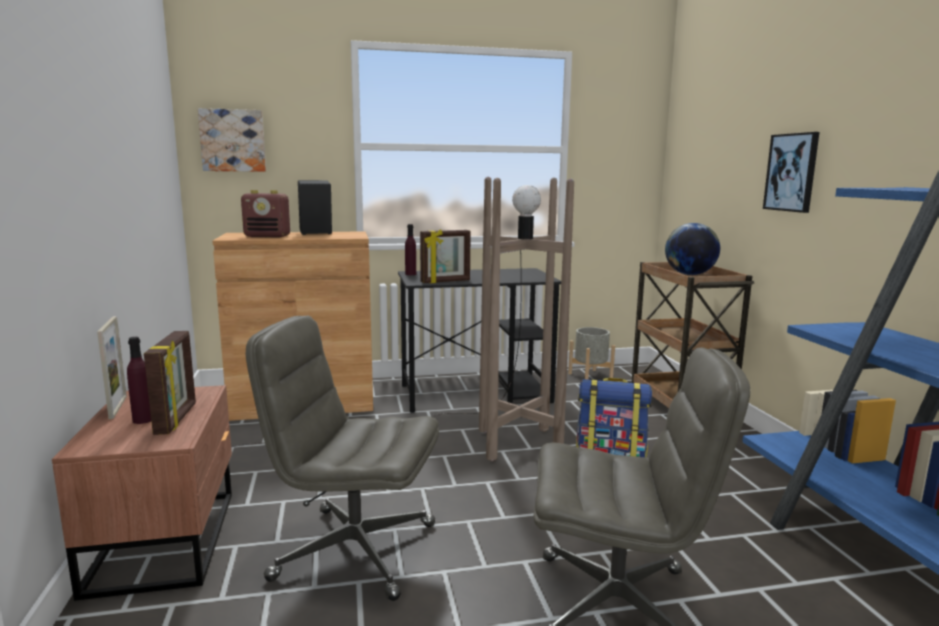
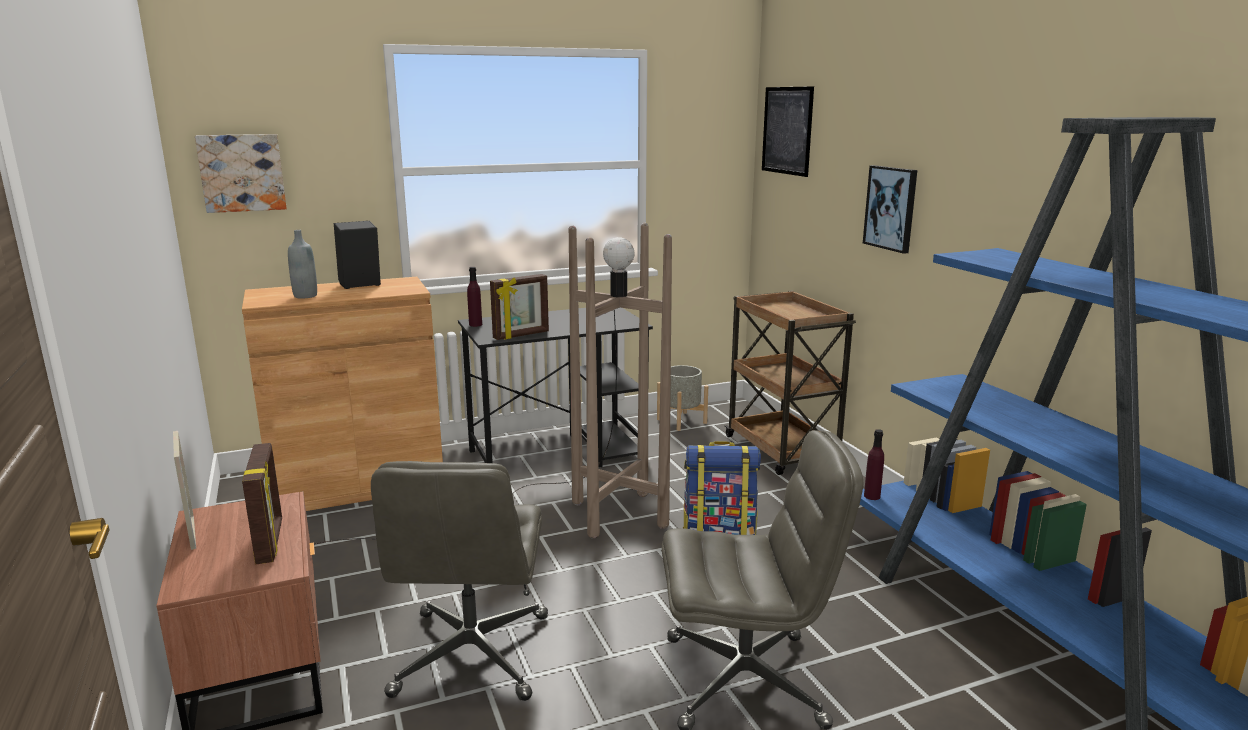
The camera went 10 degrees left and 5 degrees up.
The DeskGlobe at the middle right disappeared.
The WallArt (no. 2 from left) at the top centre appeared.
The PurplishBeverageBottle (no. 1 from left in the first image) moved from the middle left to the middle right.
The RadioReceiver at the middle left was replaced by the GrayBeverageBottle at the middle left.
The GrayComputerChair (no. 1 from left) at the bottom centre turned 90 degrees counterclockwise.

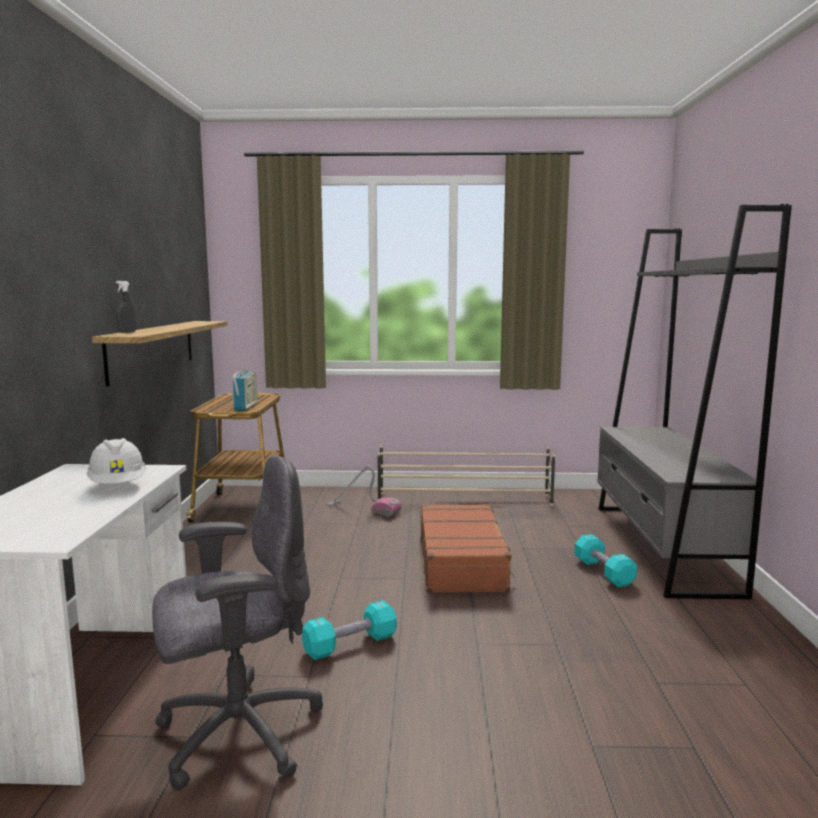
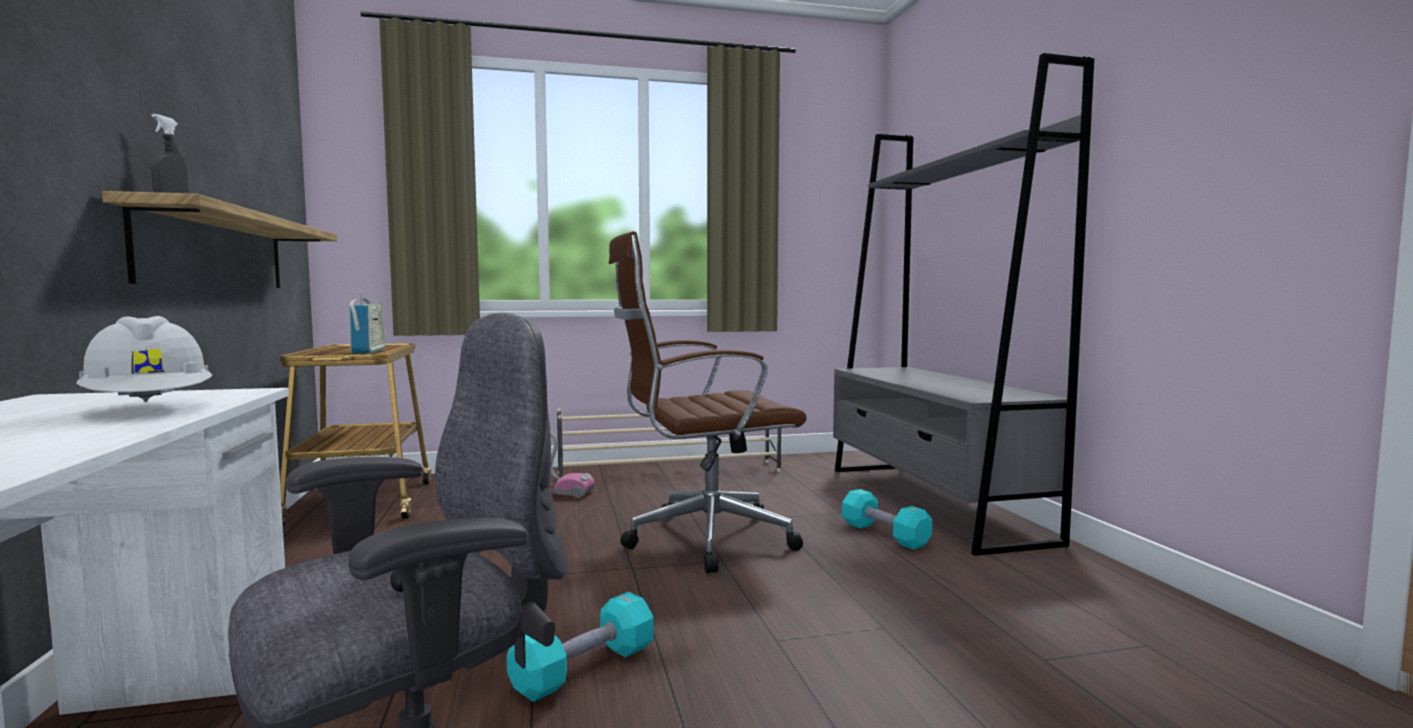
The camera went 15 degrees left and 5 degrees down.
The BrownColouredPieceOfLuggage at the bottom centre was replaced by the BrownColouredComputerChair at the centre.

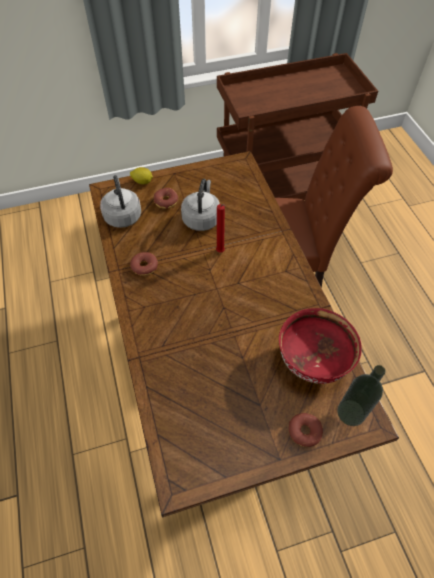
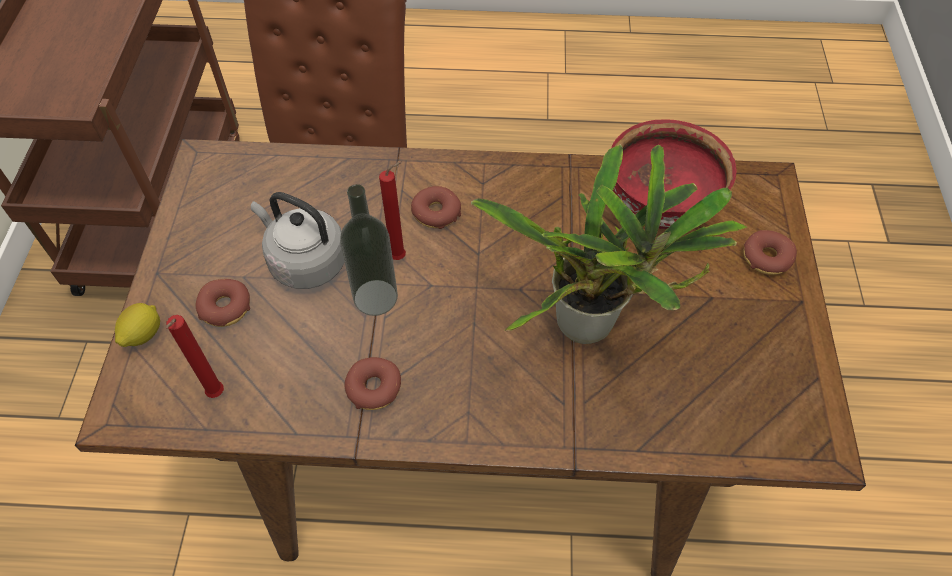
The camera went 70 degrees left and 0 degrees up.
The RingDoughnut (no. 3 from left) at the centre appeared.
The PottedPlant at the centre appeared.
The BeverageBottle moved from the bottom right to the centre.
The GrayWaterKettle (no. 1 from left) at the middle left was replaced by the RedWaxLight (no. 1 from left) at the middle left.

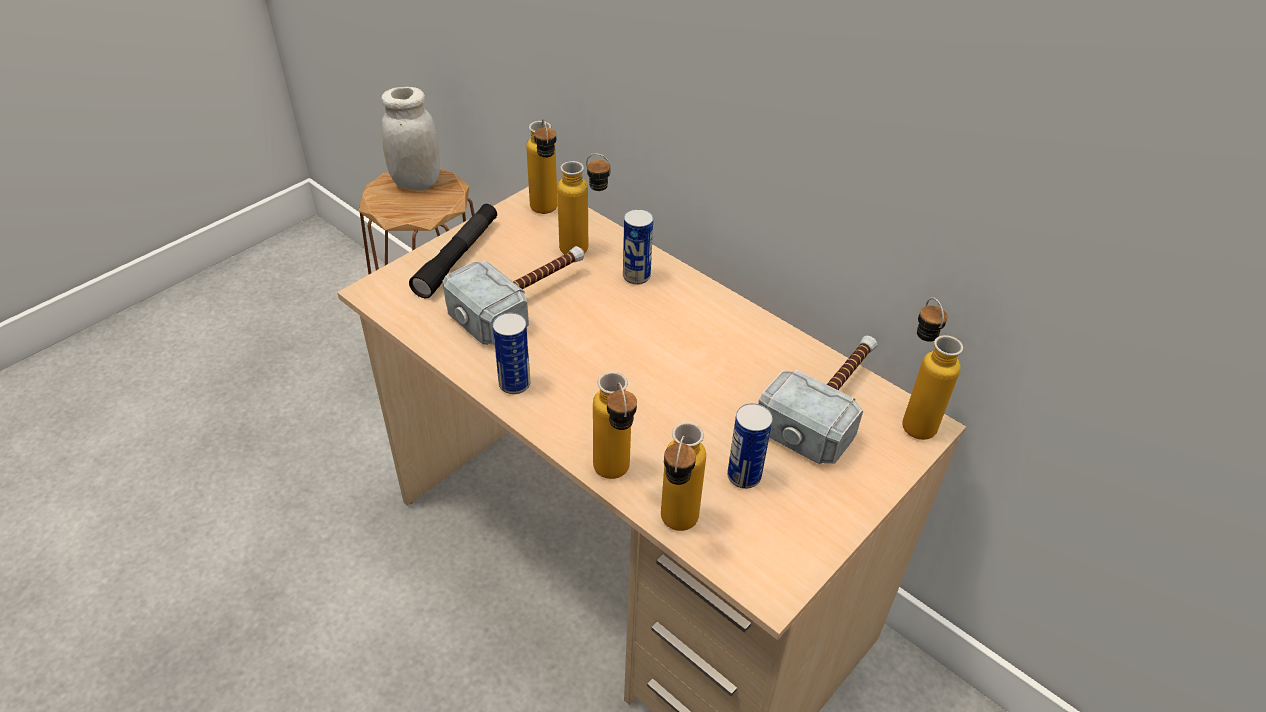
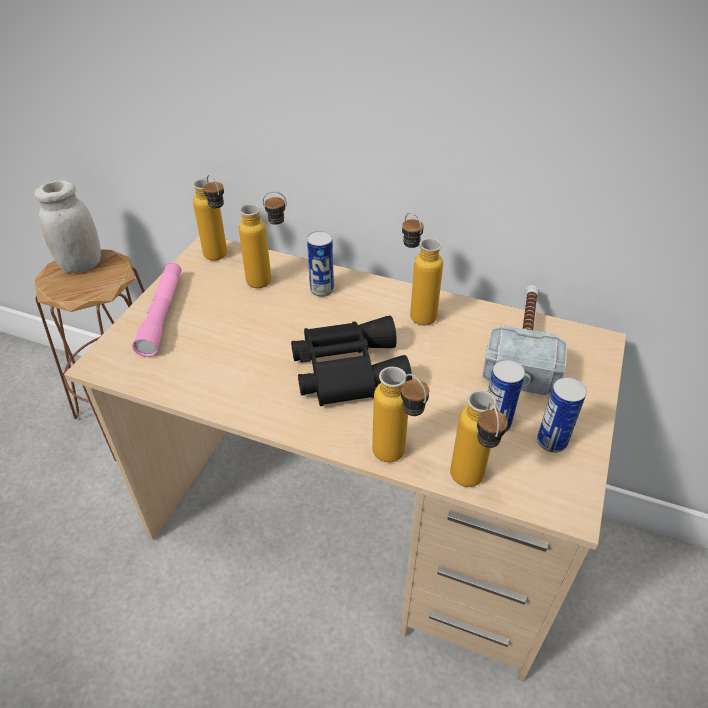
The camera went 20 degrees left and 0 degrees up.
The HandHammer (no. 1 from left) at the centre disappeared.
The BlackColouredFieldGlasses at the centre appeared.
The Can (no. 1 from left in the first image) moved from the centre to the middle right.
The BeverageBottle (no. 5 from left in the first image) moved from the middle right to the centre.
The BlackColouredFlashlight at the centre became the PinkColouredFlashlight at the middle left.

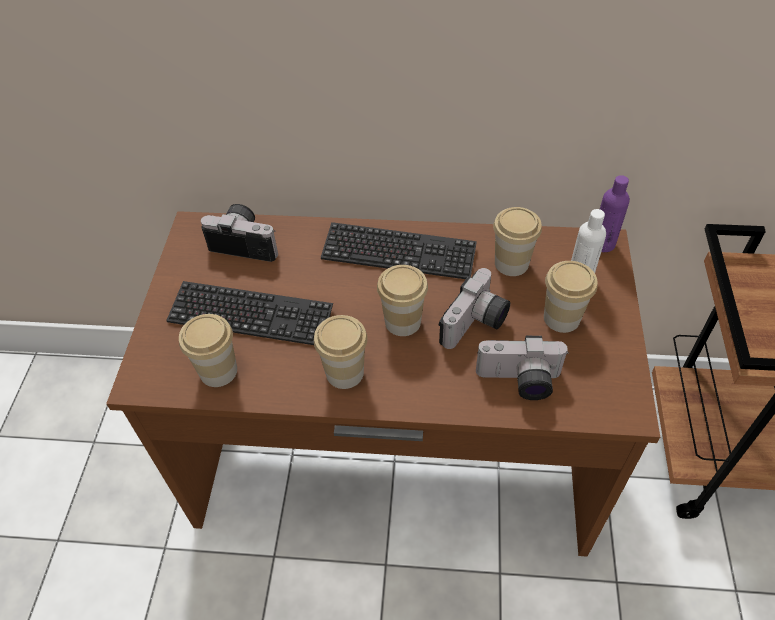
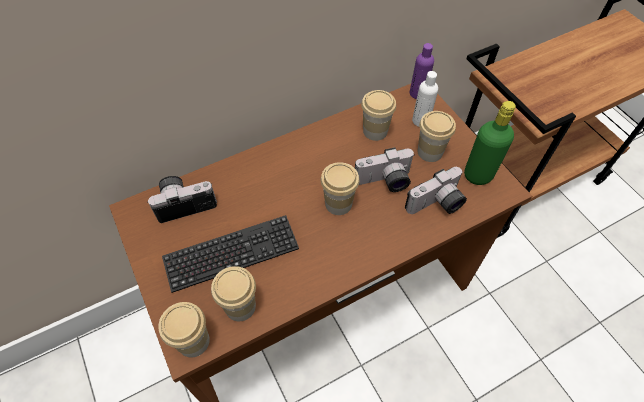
The camera went 35 degrees left and 5 degrees up.
The PcKeyboard (no. 2 from left) at the centre disappeared.
The GreenBeverageBottle at the middle right appeared.
The DrinkingCup (no. 2 from left in the first image) moved from the centre to the bottom left.
The PhotoCamera (no. 2 from left) at the centre turned 75 degrees clockwise.

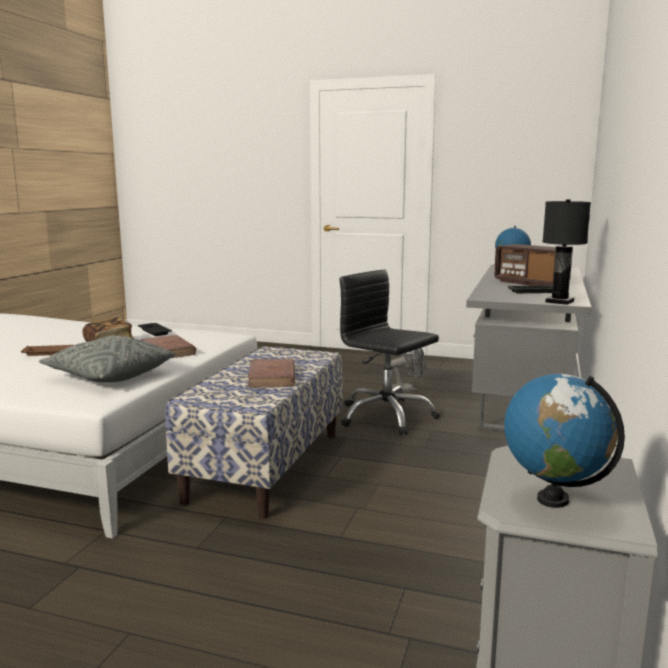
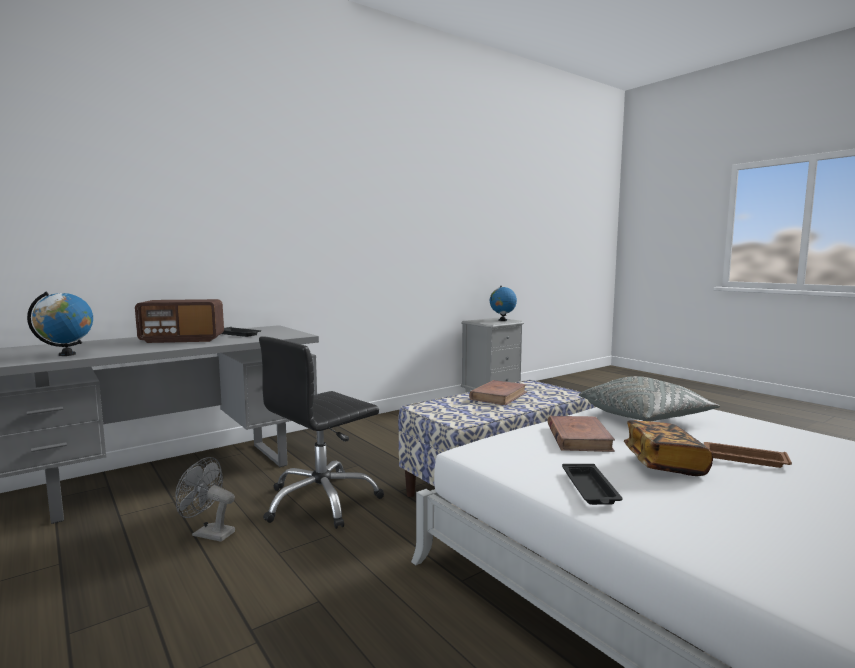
The camera went 145 degrees left and 5 degrees down.
The BlackColouredTableLamp at the middle right disappeared.
The BlackColouredComputerChair at the centre turned 60 degrees clockwise.
The RadioReceiver at the middle right turned 90 degrees clockwise.

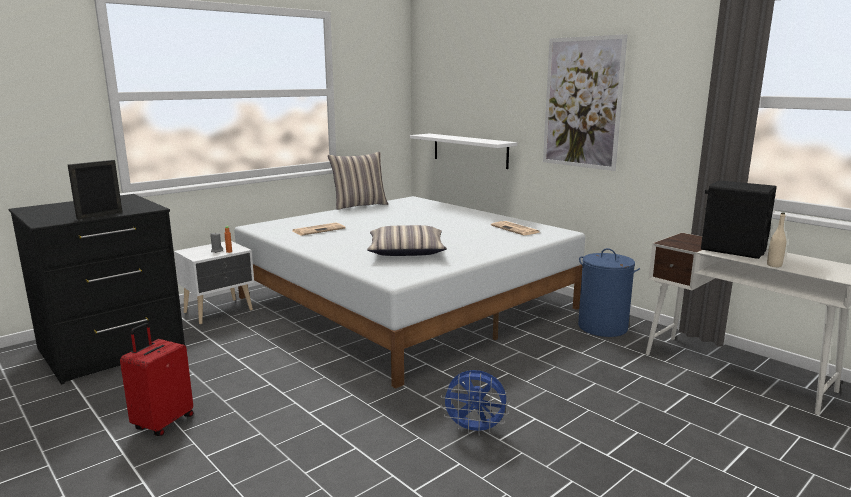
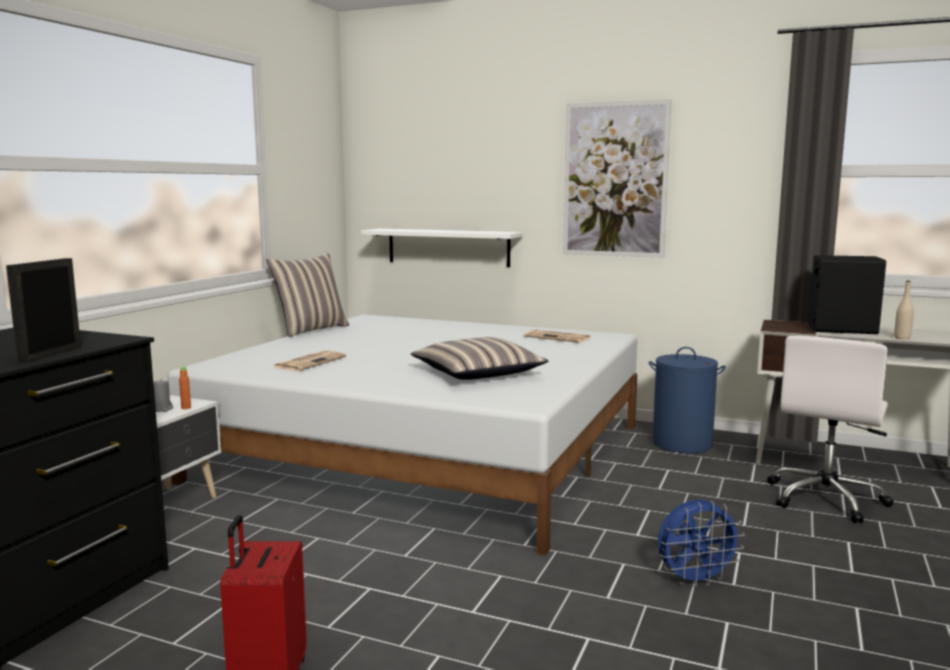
The camera went 25 degrees left and 5 degrees down.
The WhiteColouredComputerChair at the middle right appeared.

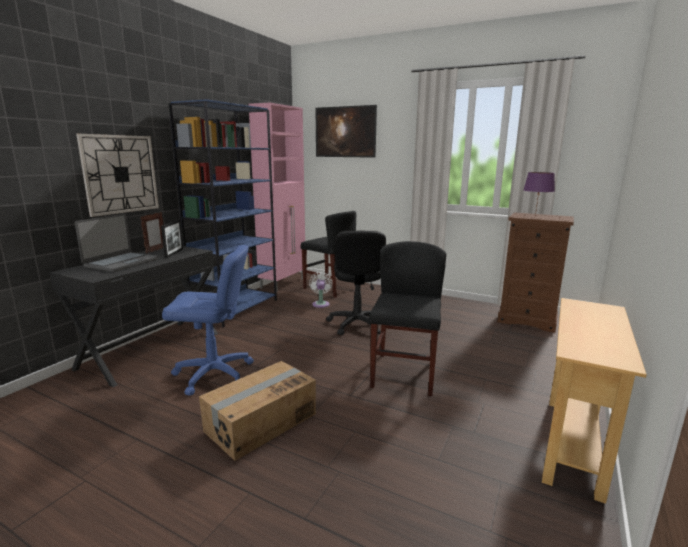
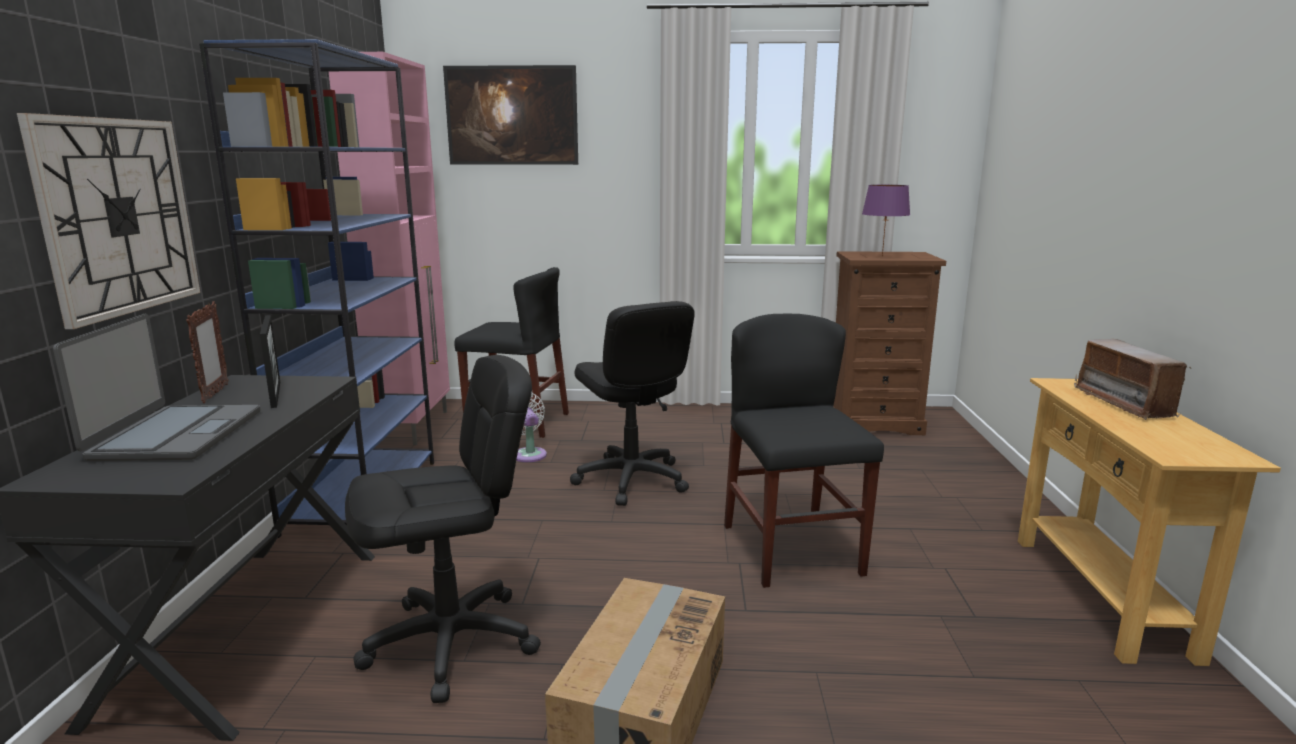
The camera went 25 degrees left and 0 degrees up.
The RadioReceiver at the middle right appeared.
The BluishComputerChair at the middle left became the BlackColouredComputerChair (no. 1 from left) at the bottom centre.

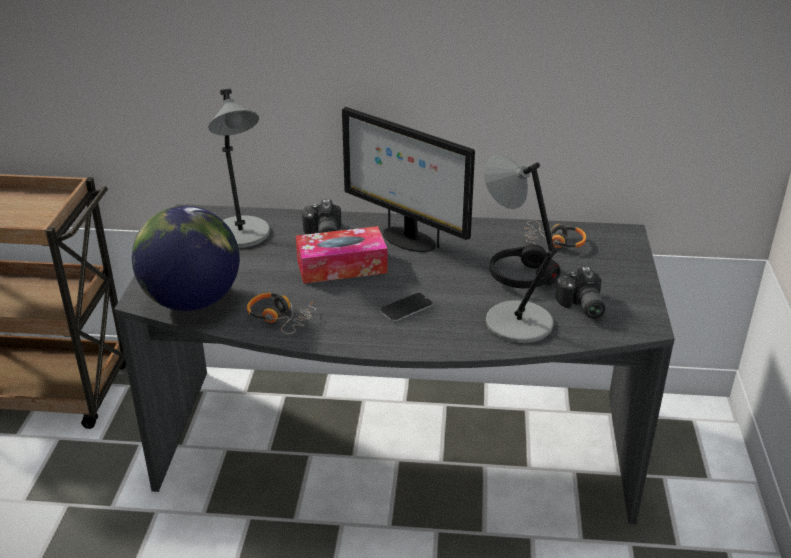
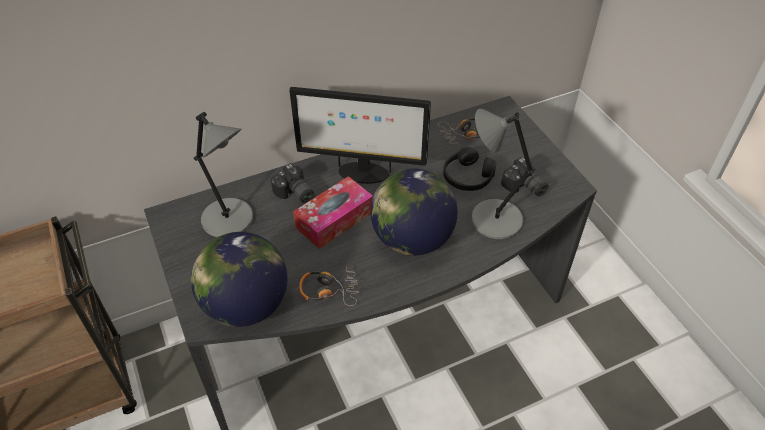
The camera went 30 degrees left and 15 degrees up.
The Phone at the centre was replaced by the DeskGlobe (no. 2 from left) at the centre.

